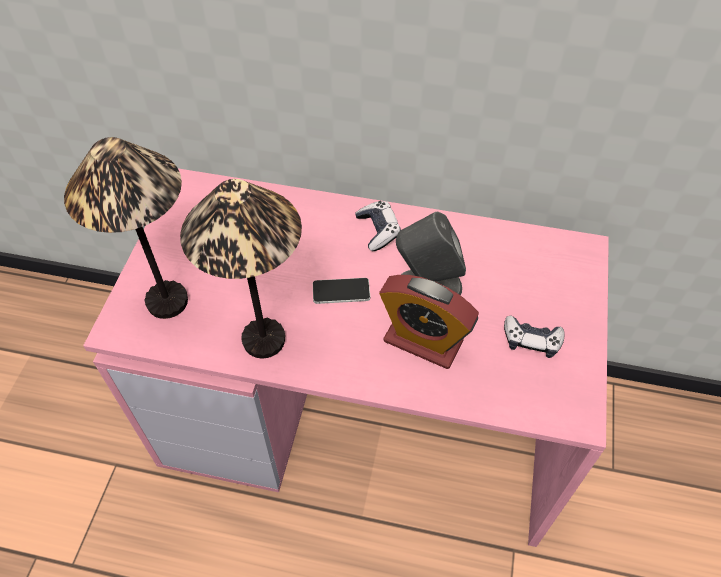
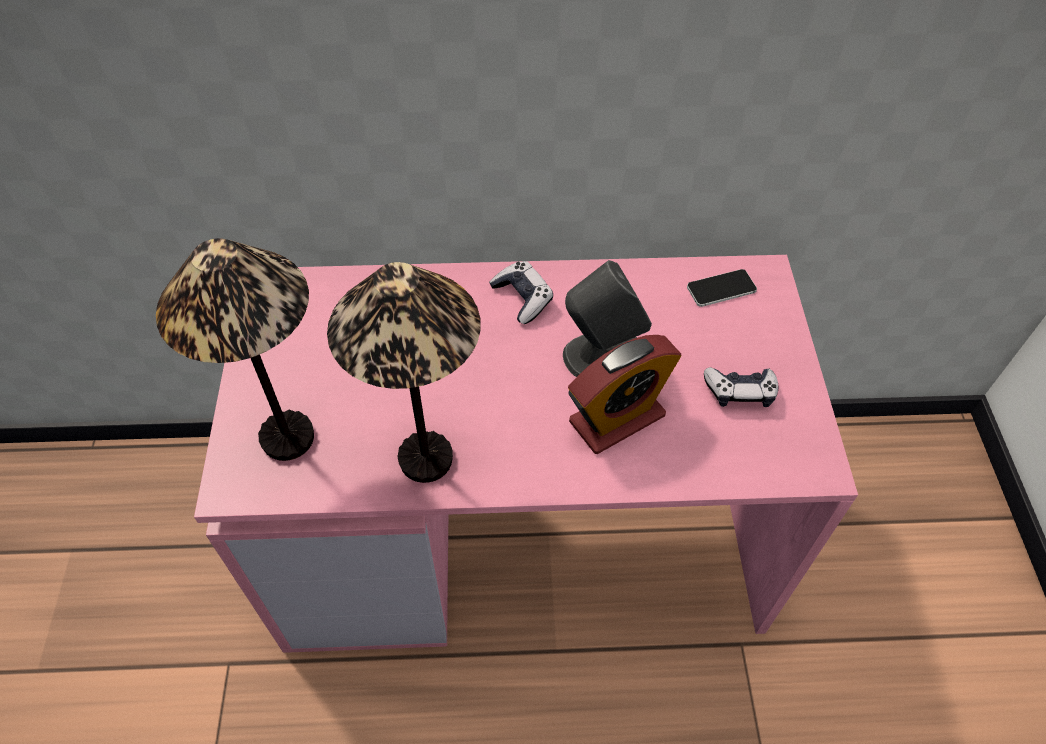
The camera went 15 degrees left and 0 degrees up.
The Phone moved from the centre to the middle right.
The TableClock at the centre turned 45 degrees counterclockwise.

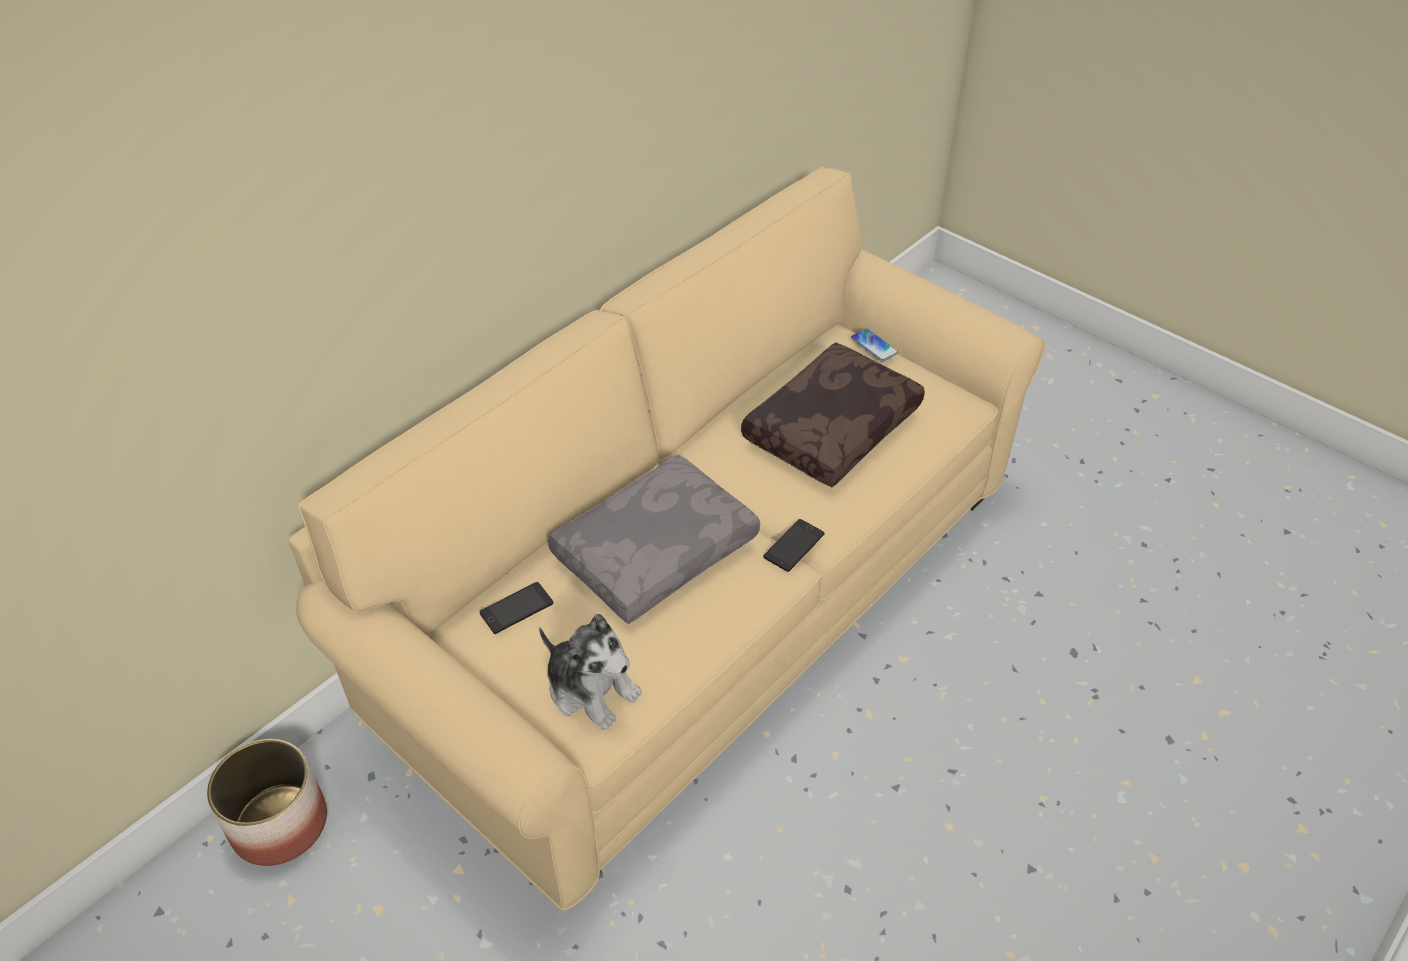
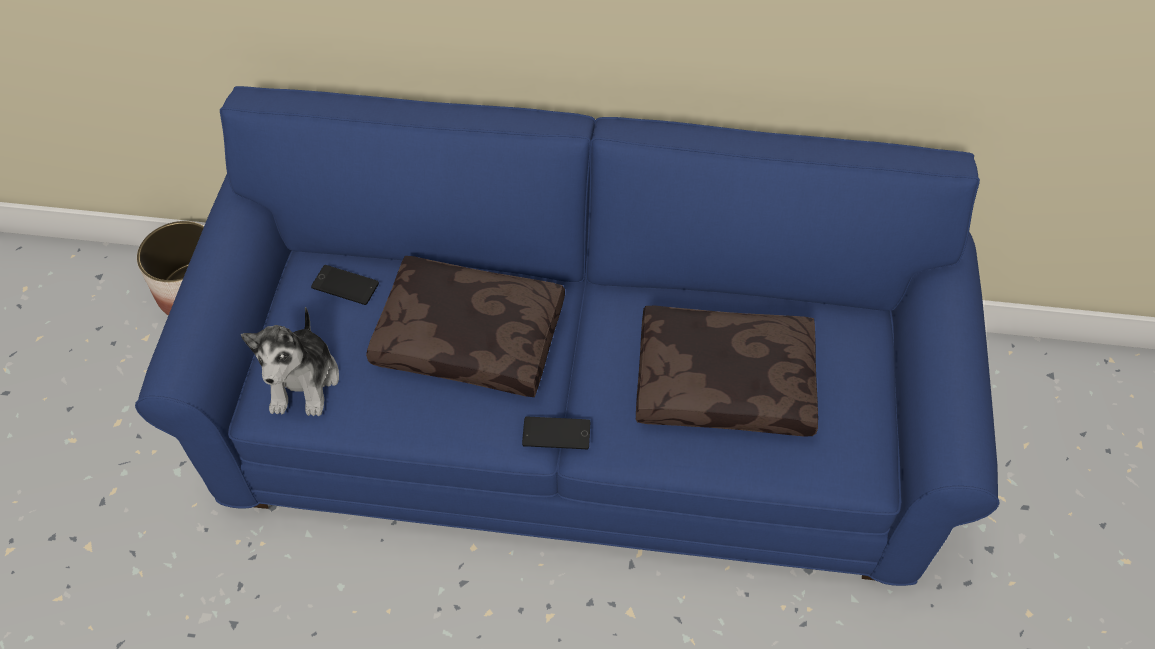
The camera went 55 degrees right and 10 degrees up.
The Phone (no. 3 from left) at the centre disappeared.
The BeigeColouredSofa at the centre became the BluishSofa at the centre.
The GrayPillow at the centre became the BrownColouredPillow (no. 1 from left) at the centre.

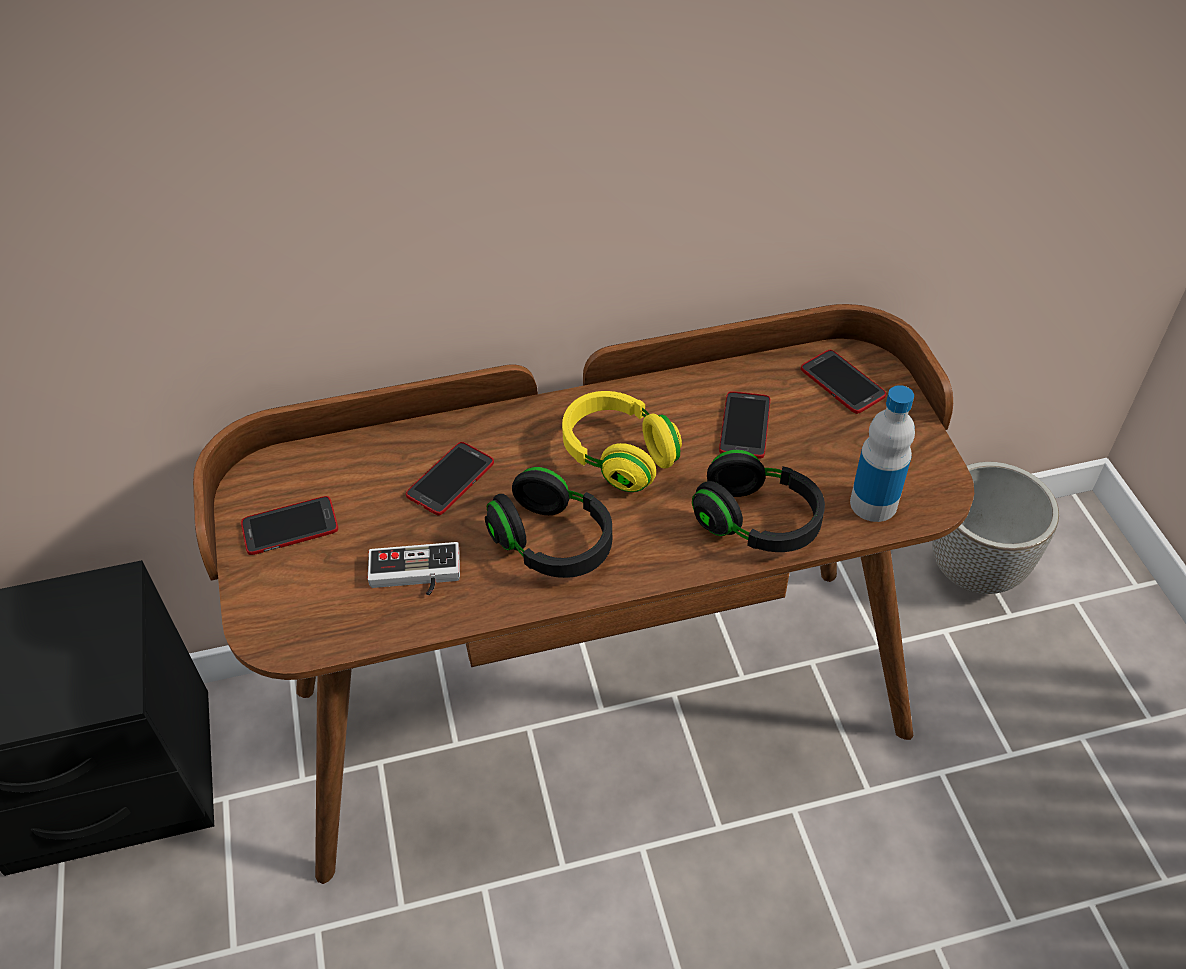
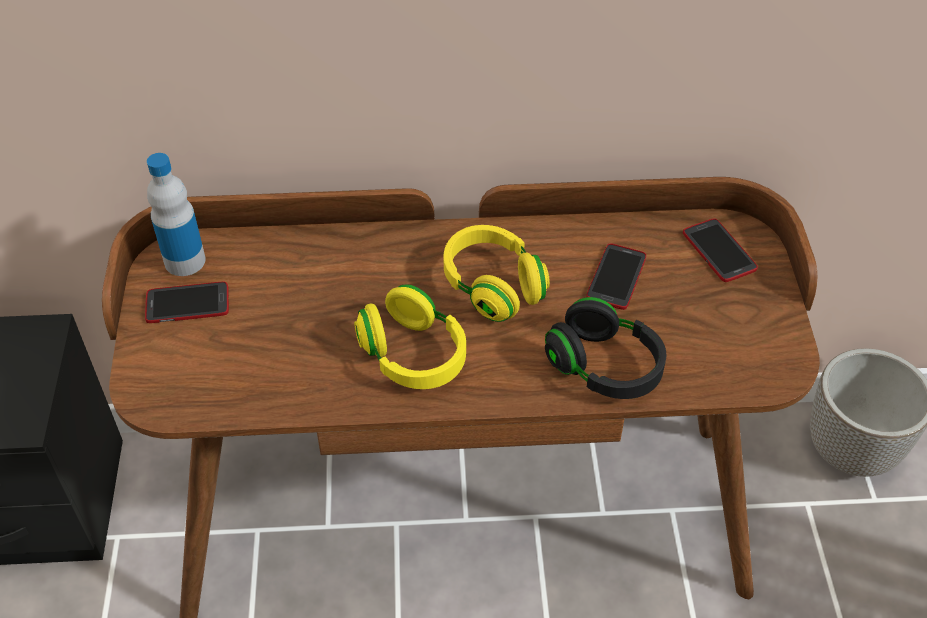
The camera went 10 degrees right and 0 degrees up.
The Joypad at the centre disappeared.
The Phone (no. 2 from left) at the centre disappeared.
The BeverageBottle moved from the middle right to the middle left.
The BlackColouredHeadphones (no. 1 from left) at the centre became the YellowHeadphones (no. 1 from left) at the centre.

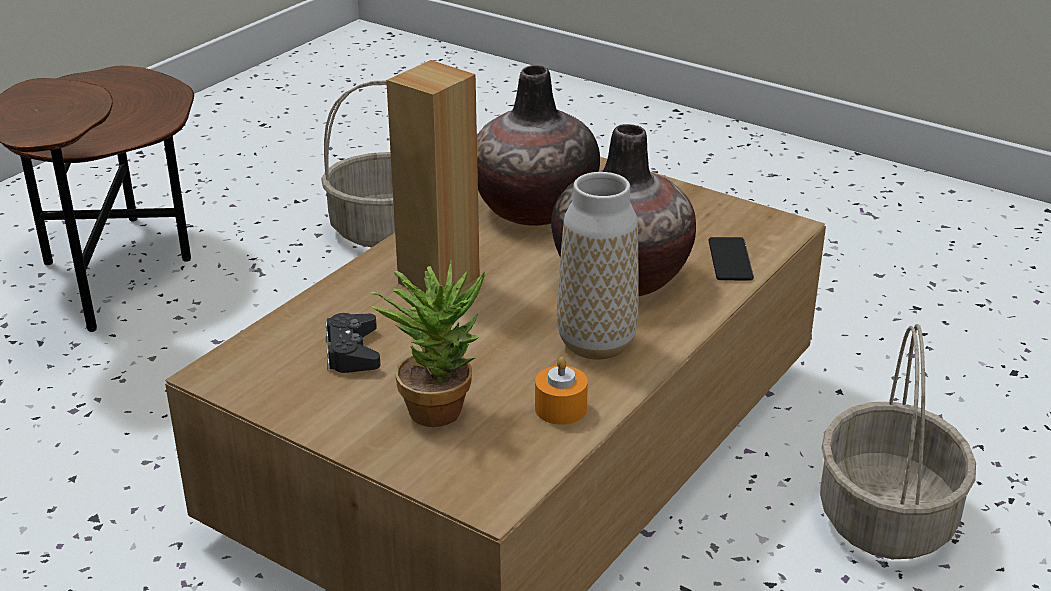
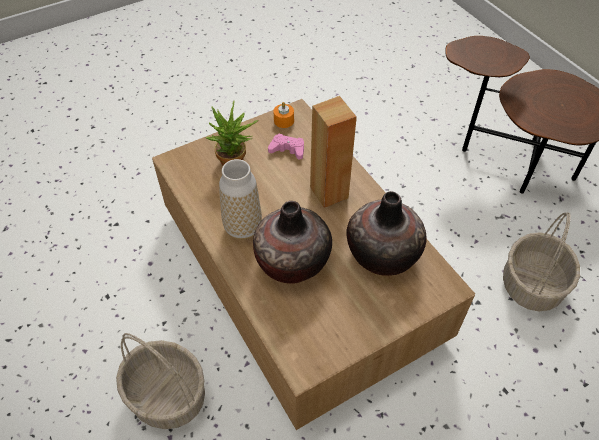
The camera went 115 degrees right and 20 degrees up.
The Phone at the middle right disappeared.
The OrangeWaxLight moved from the centre to the top centre.
The BlackColouredJoypad at the centre became the PinkColouredJoypad at the top centre.

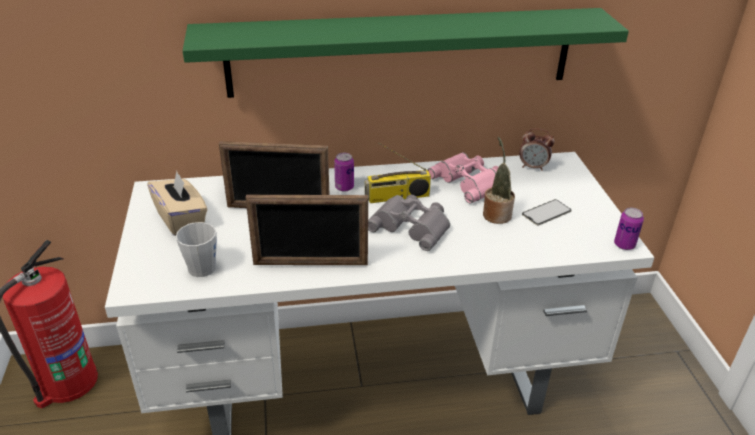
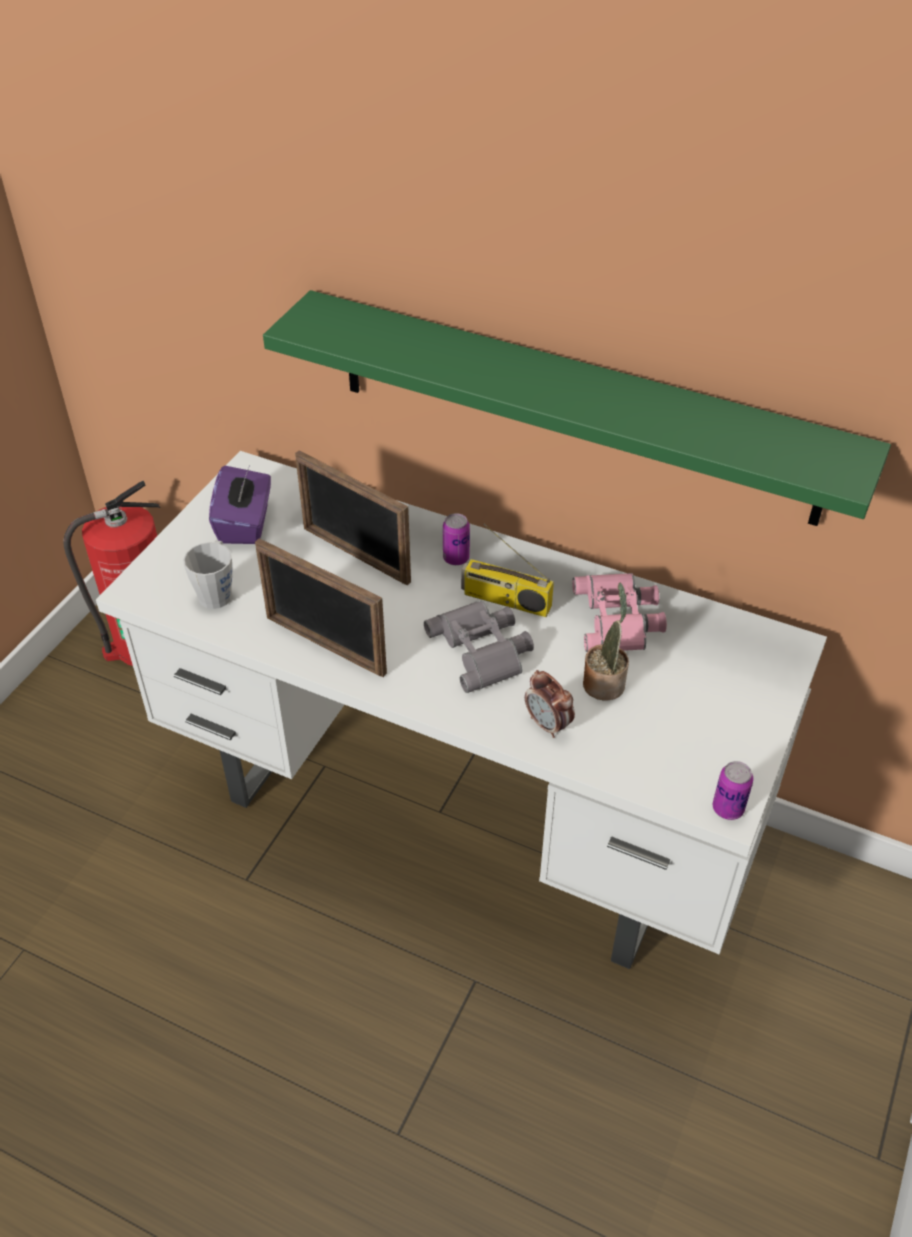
The camera went 35 degrees right and 10 degrees up.
The Phone at the middle right disappeared.
The TableClock moved from the middle right to the centre.
The BeigeColouredTissueHolder at the middle left became the PurplishTissueHolder at the middle left.

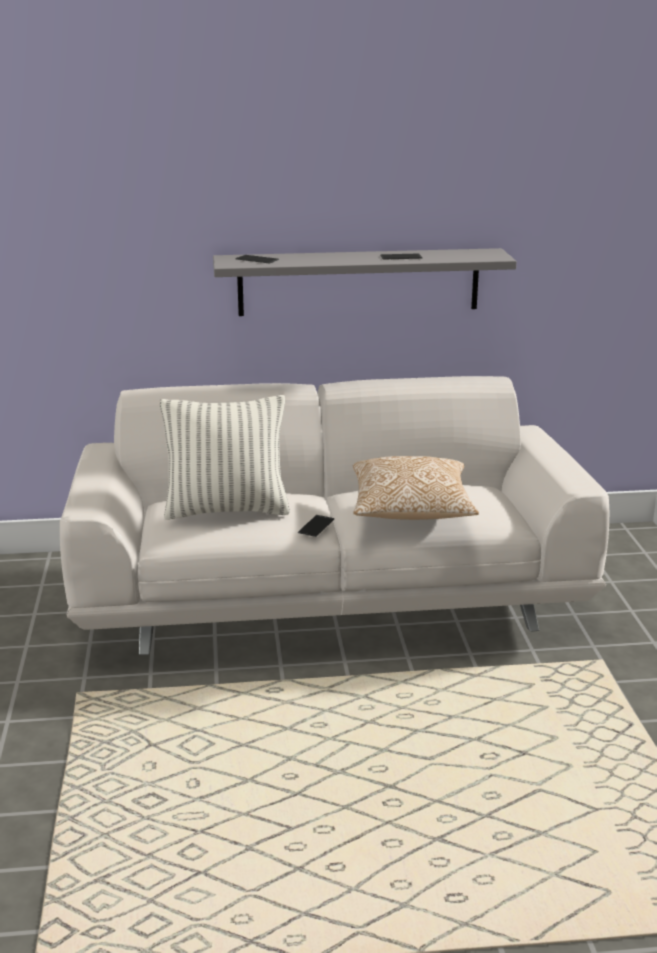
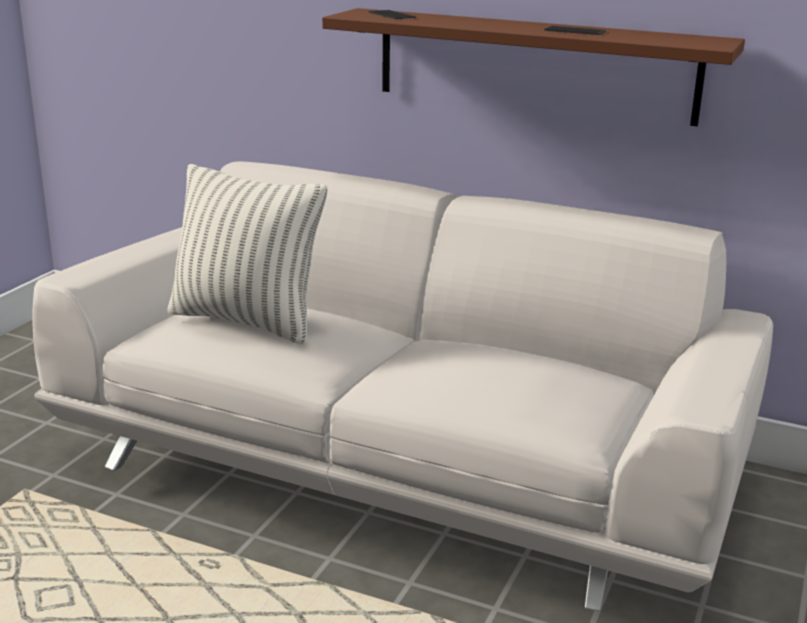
The camera went 30 degrees right and 0 degrees up.
The Phone (no. 2 from left) at the centre disappeared.
The Pillow (no. 2 from left) at the centre disappeared.
The GrayBracketShelf at the top centre became the BrownColouredBracketShelf at the top centre.

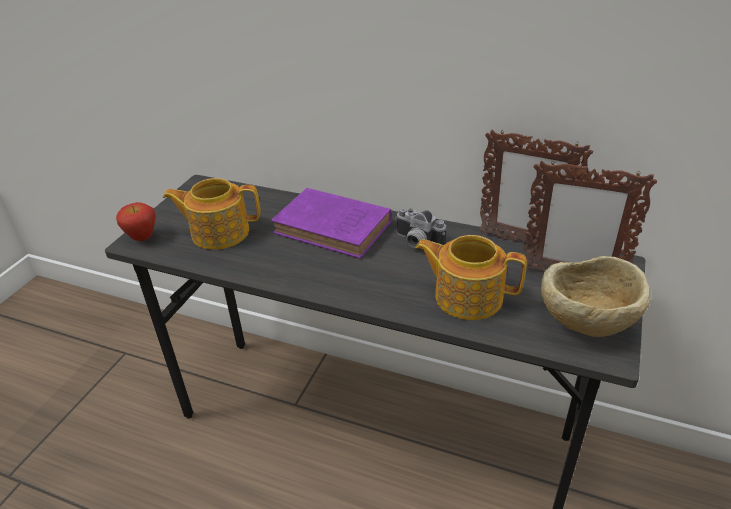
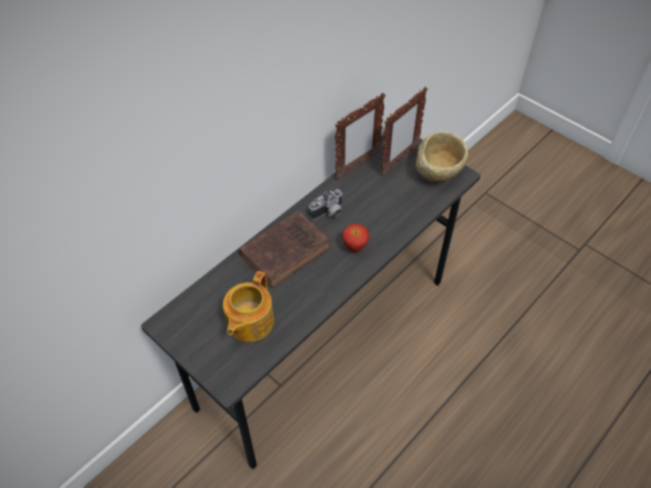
The camera went 70 degrees left and 15 degrees up.
The Teapot (no. 2 from left) at the centre disappeared.
The WholeApple moved from the middle left to the centre.
The PurplishVolume at the centre became the BrownColouredVolume at the centre.

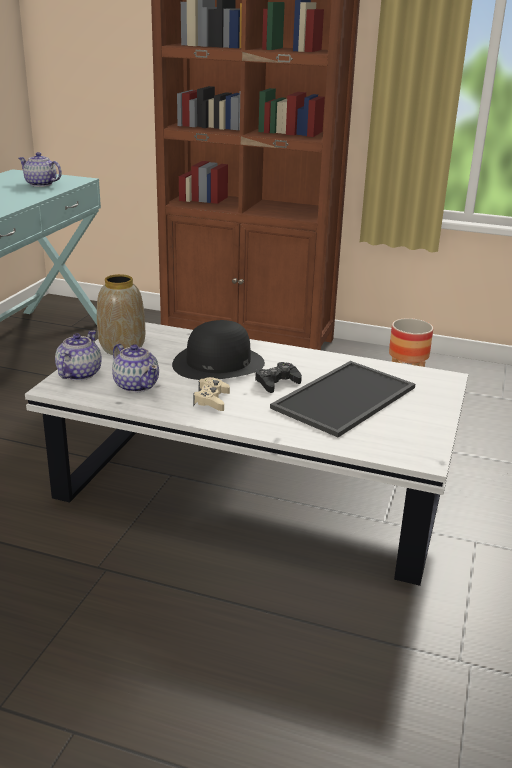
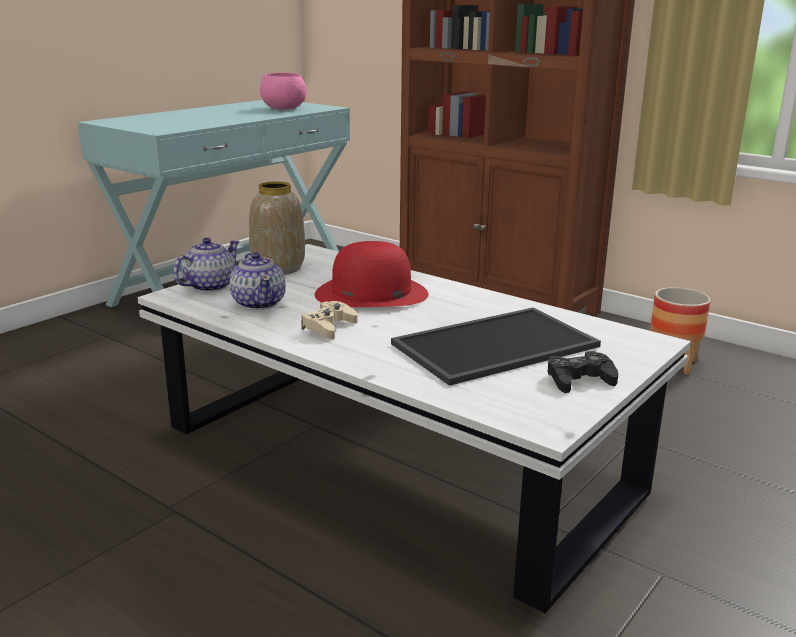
The camera went 20 degrees right and 5 degrees down.
The BlackColouredJoypad moved from the centre to the middle right.
The Teapot (no. 1 from left) at the top left was replaced by the PinkColouredServingBowl at the top centre.
The BlackColouredWearableHat at the centre became the RedWearableHat at the centre.

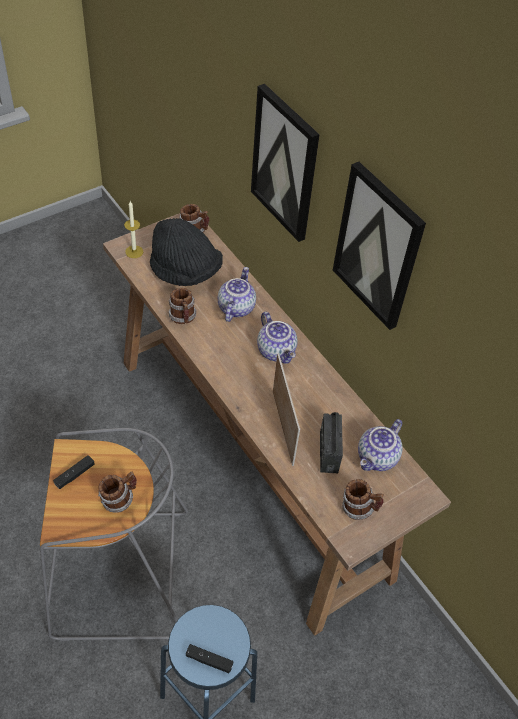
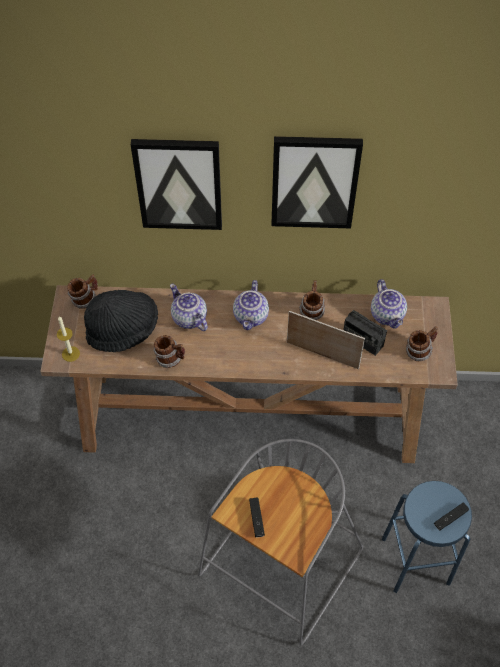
The camera went 50 degrees left and 5 degrees up.
The Mug (no. 1 from left in the first image) moved from the bottom left to the centre.
The Teapot (no. 2 from left) at the centre turned 90 degrees clockwise.

